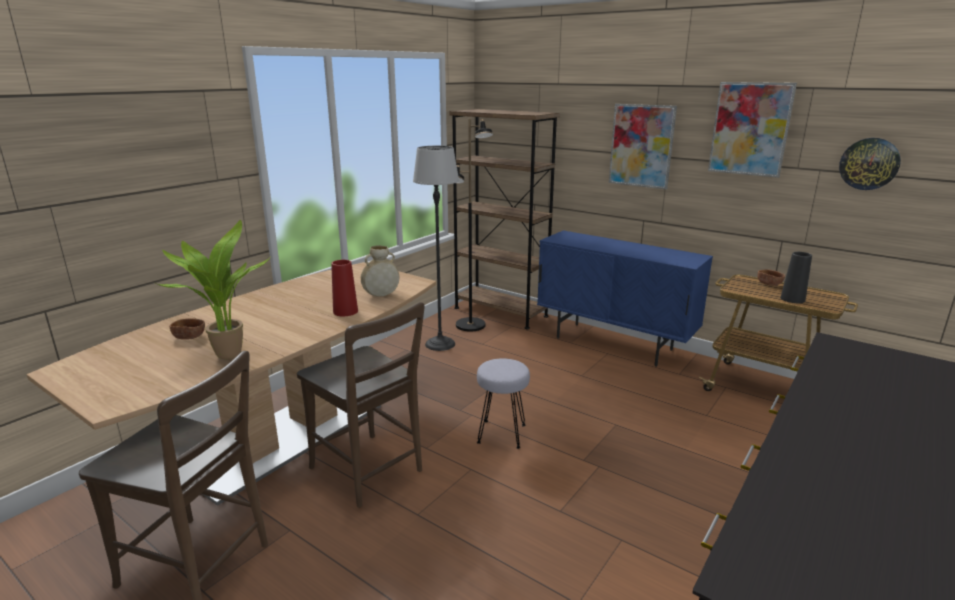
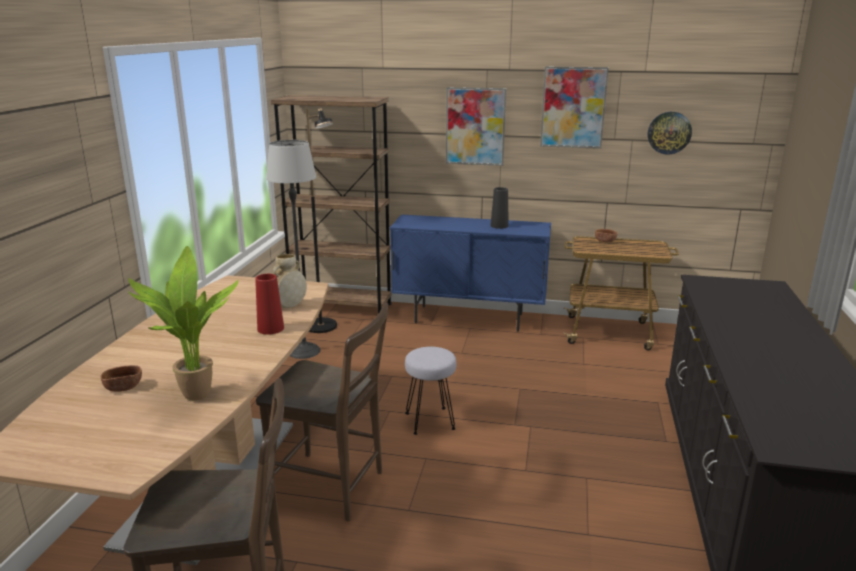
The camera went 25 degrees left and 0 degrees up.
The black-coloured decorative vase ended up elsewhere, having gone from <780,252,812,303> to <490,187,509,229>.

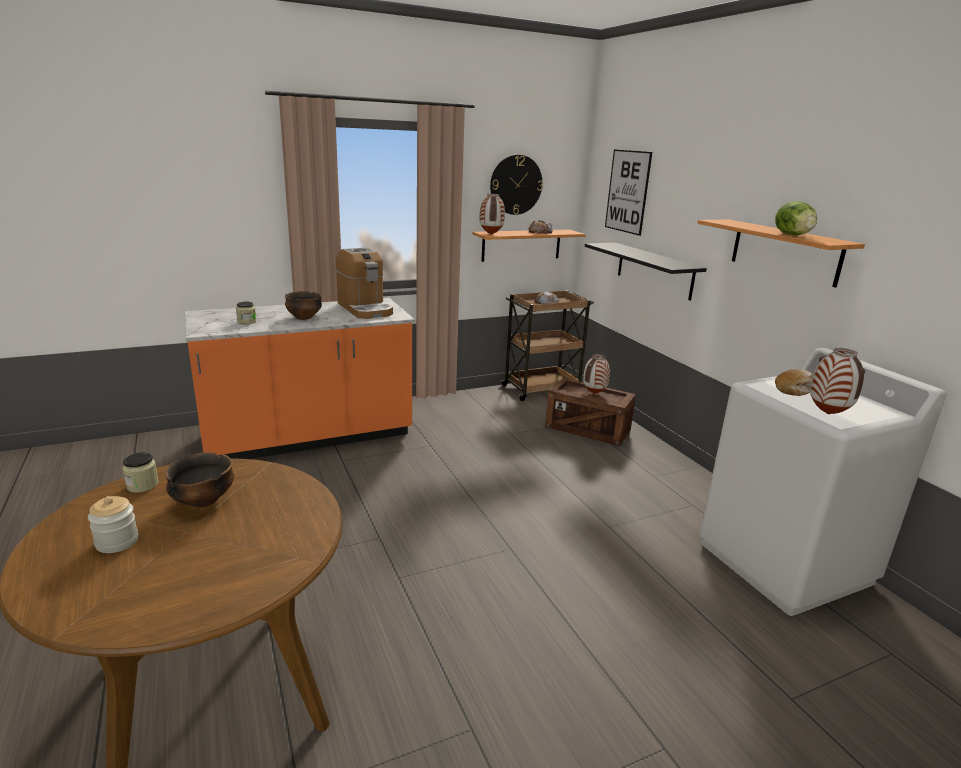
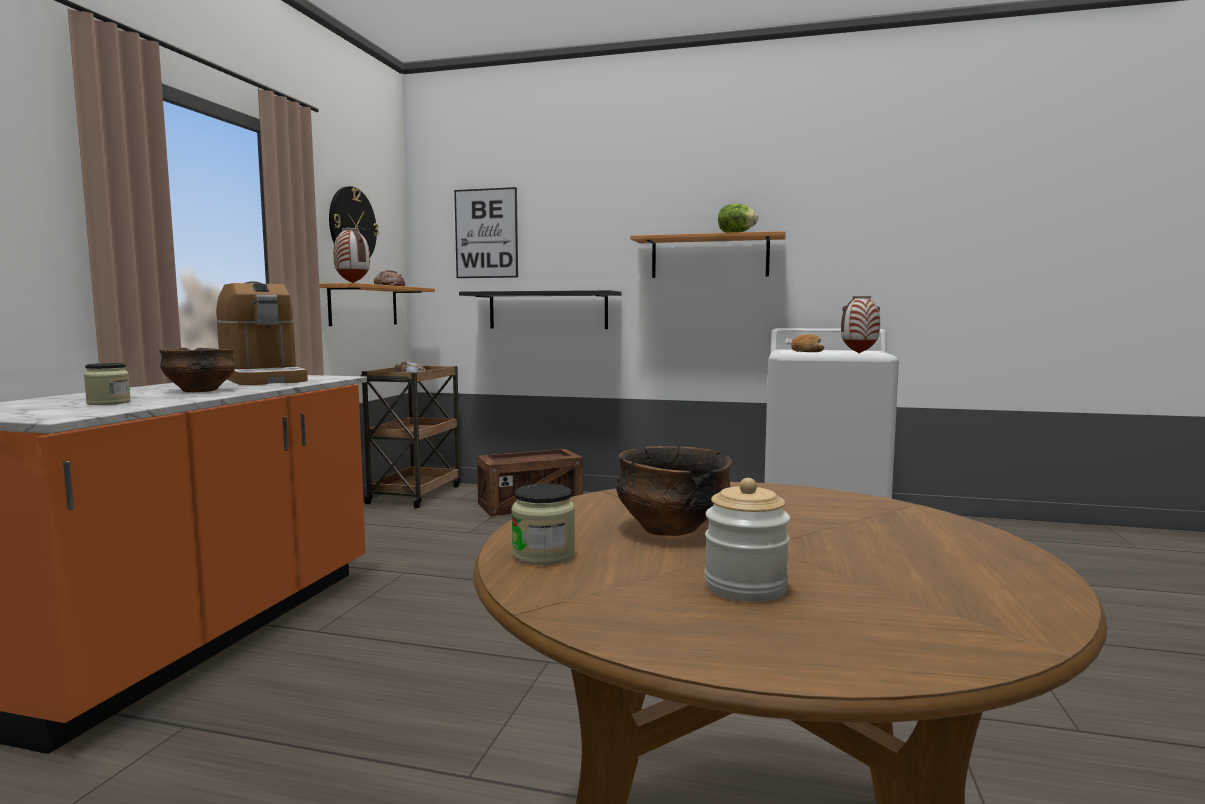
The camera went 50 degrees left and 15 degrees down.
The coffee brewer at <336,248,393,319> ended up facing another way, 45 degrees clockwise from before.
The second view lost the decorative vase at <583,354,610,394>.

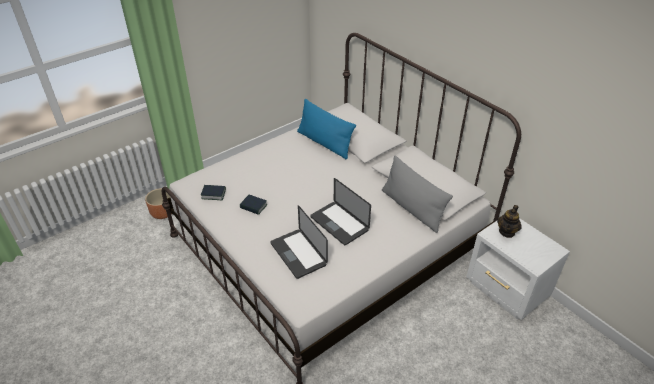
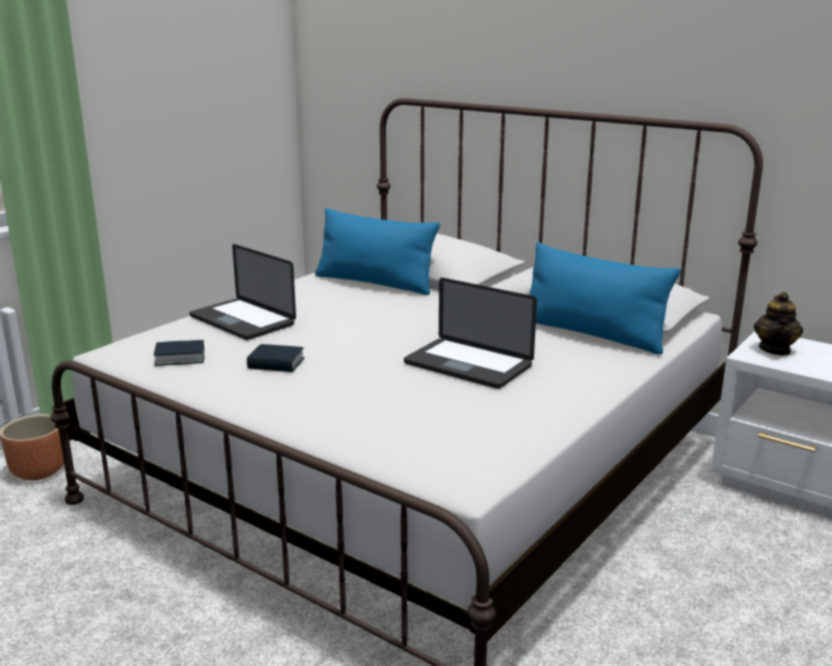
The camera went 15 degrees left and 20 degrees down.
The notebook computer ended up elsewhere, having gone from <270,205,328,279> to <189,244,296,340>.
What was the grey throw pillow at <382,156,453,233> turned into the blue-coloured throw pillow at <530,243,681,355>.

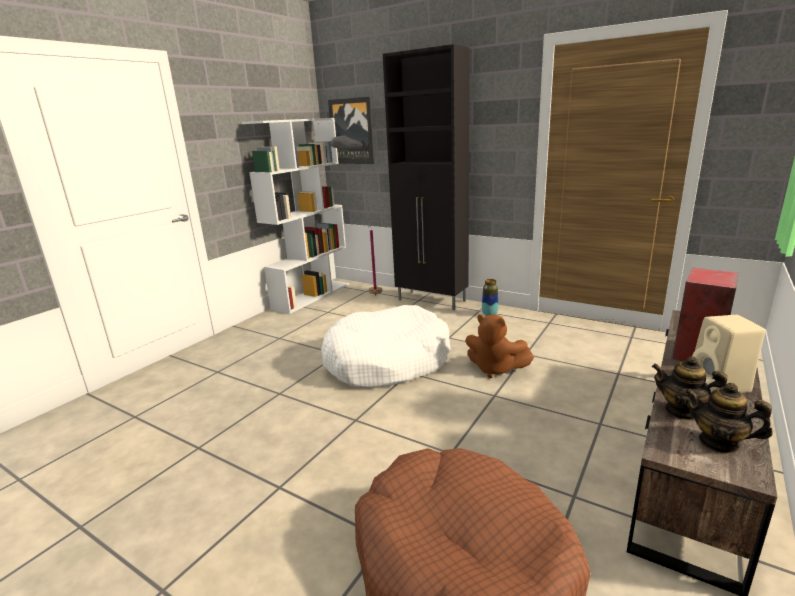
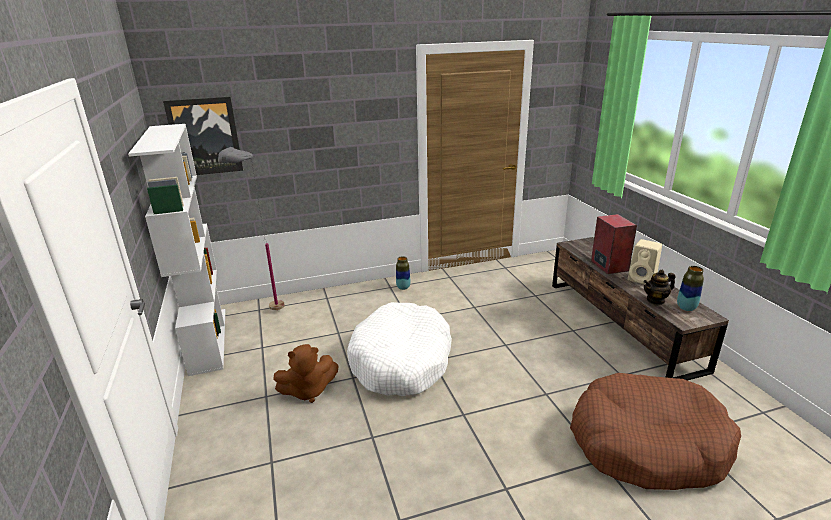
The camera went 50 degrees left and 5 degrees up.
The second view lost the black-coloured cabinet at <383,44,470,310>.
The brown cuddly toy ended up elsewhere, having gone from <465,314,534,378> to <273,344,339,403>.
Where the pot for tea stood at <685,383,773,454>, the decorative vase came to stand at <677,266,704,311>.

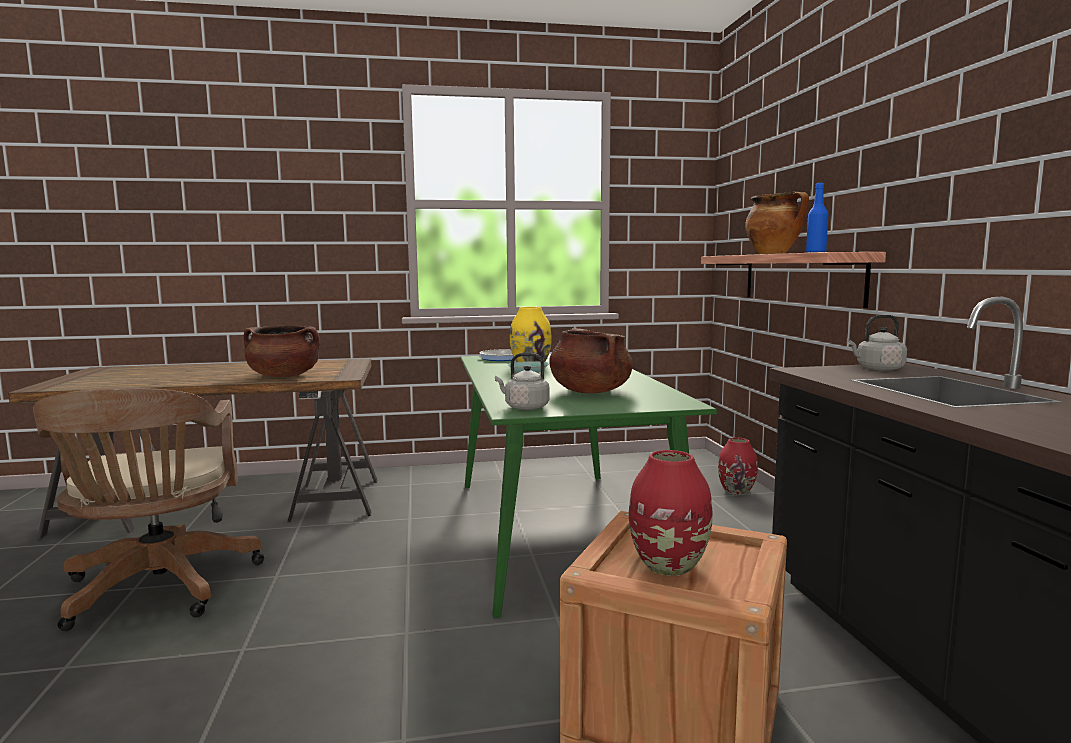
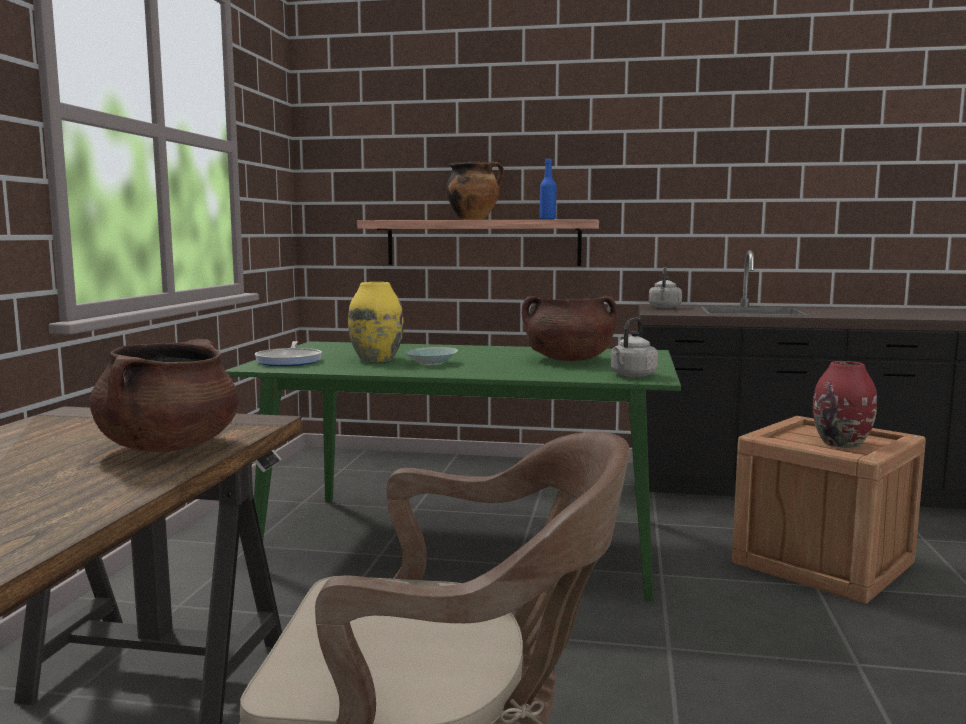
The camera went 70 degrees left and 0 degrees up.
The second view lost the red decorative vase at <718,437,758,495>.

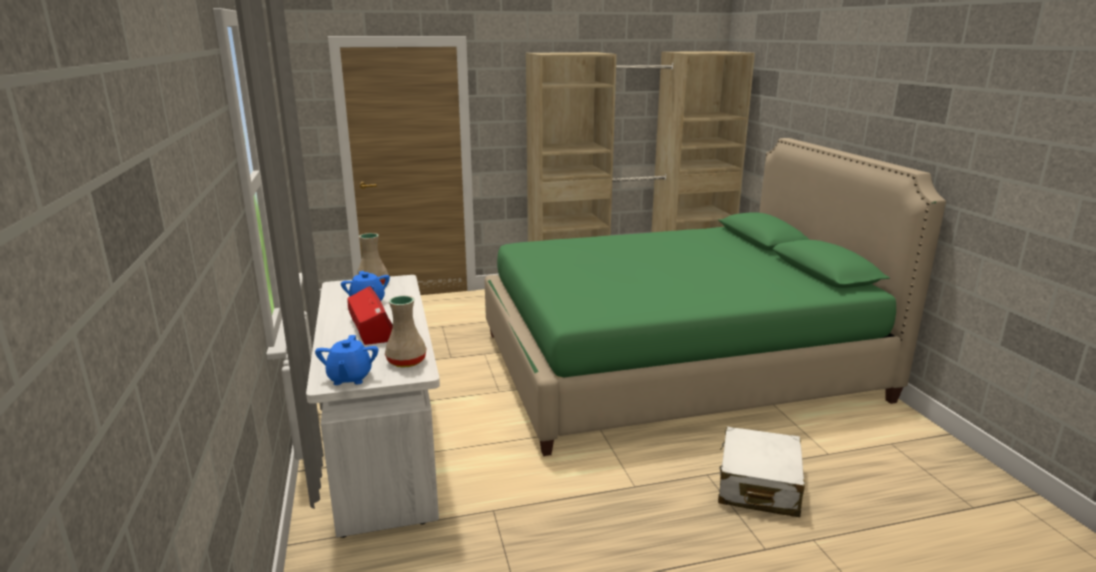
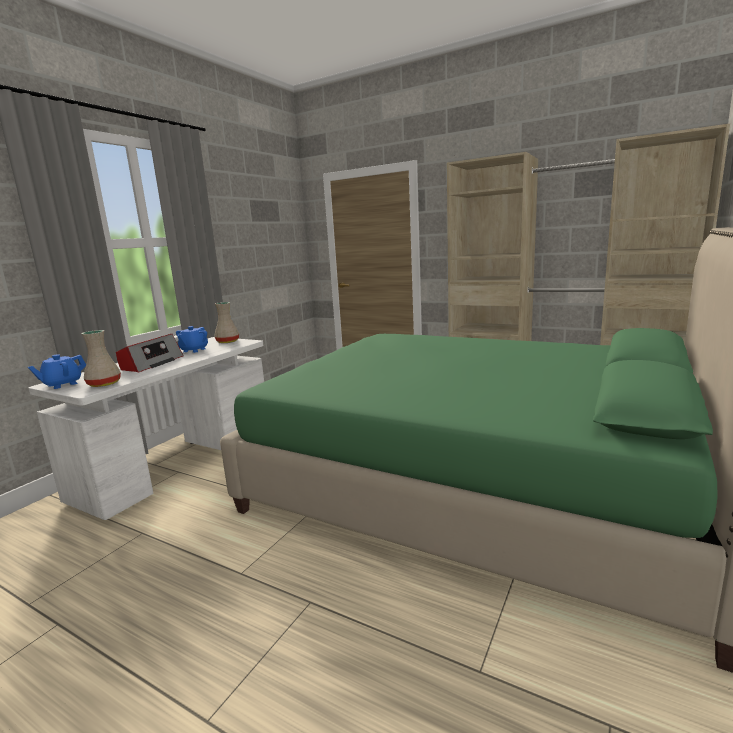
The camera went 45 degrees right and 5 degrees down.
The second view lost the whitish travel case at <718,426,805,517>.

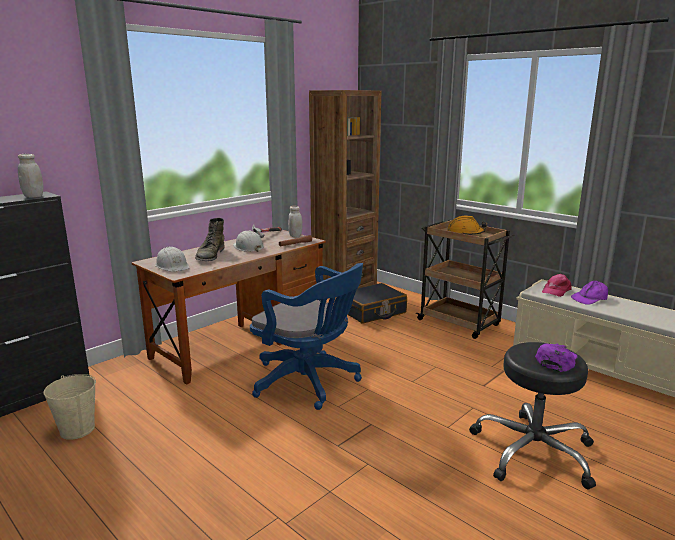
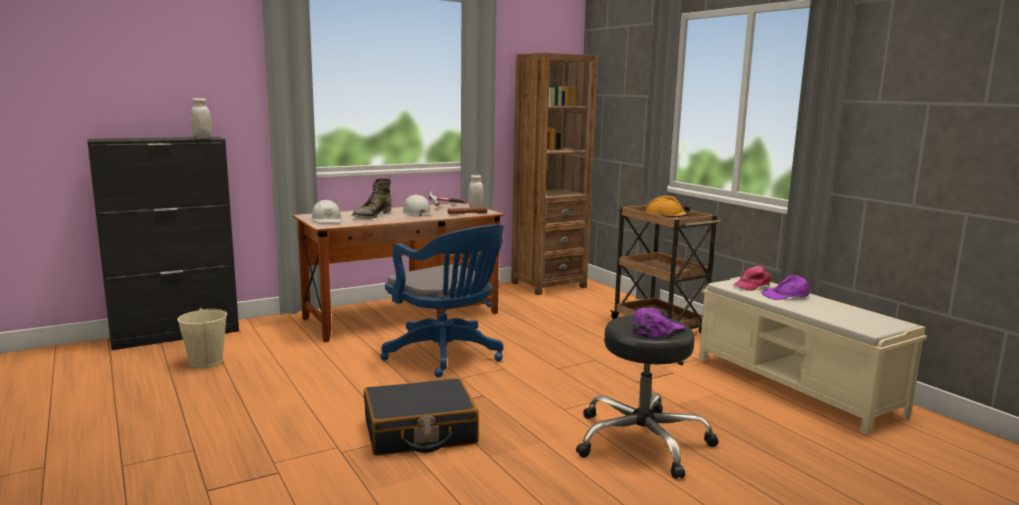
The camera went 15 degrees right and 5 degrees down.
The black-coloured travel case ended up elsewhere, having gone from <348,283,407,324> to <364,378,479,456>.

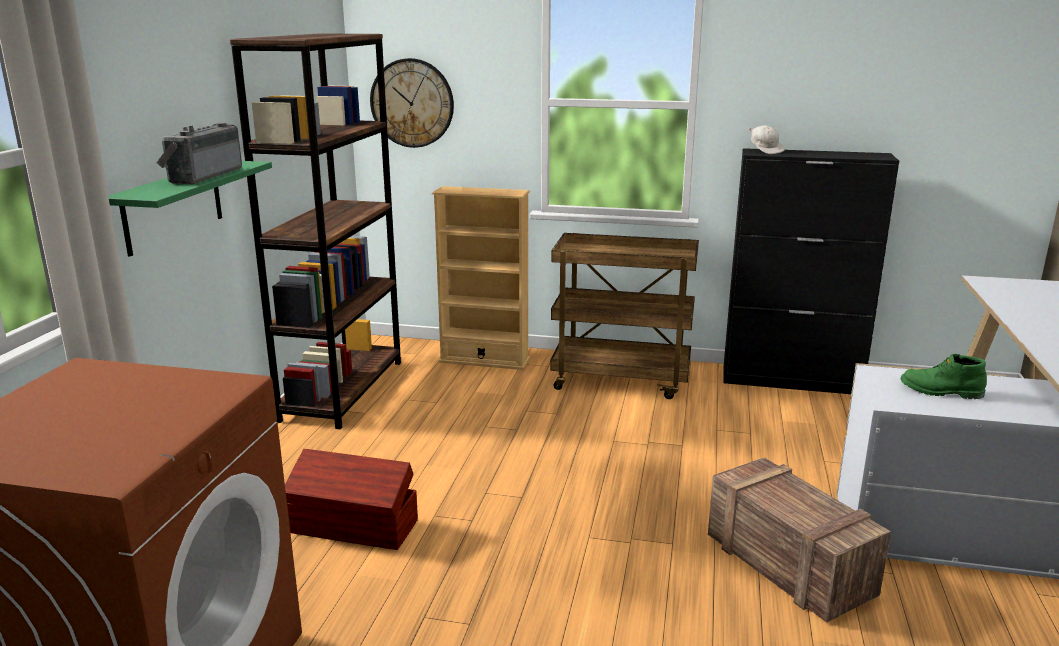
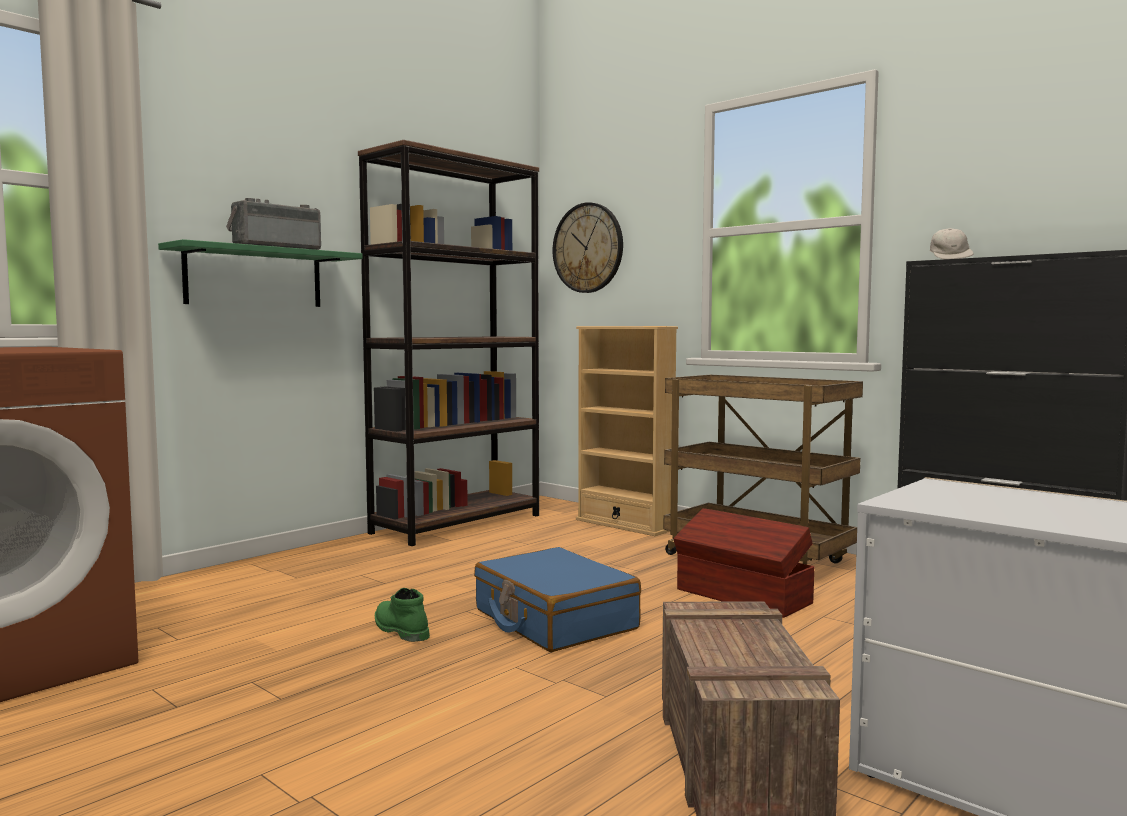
The camera went 30 degrees right and 15 degrees down.
The brown storage container ended up elsewhere, having gone from <285,449,418,550> to <673,508,815,618>.
The green boot ended up elsewhere, having gone from <901,354,987,399> to <375,588,430,642>.
The second view gained the blue-coloured travel case at <474,547,641,652>.

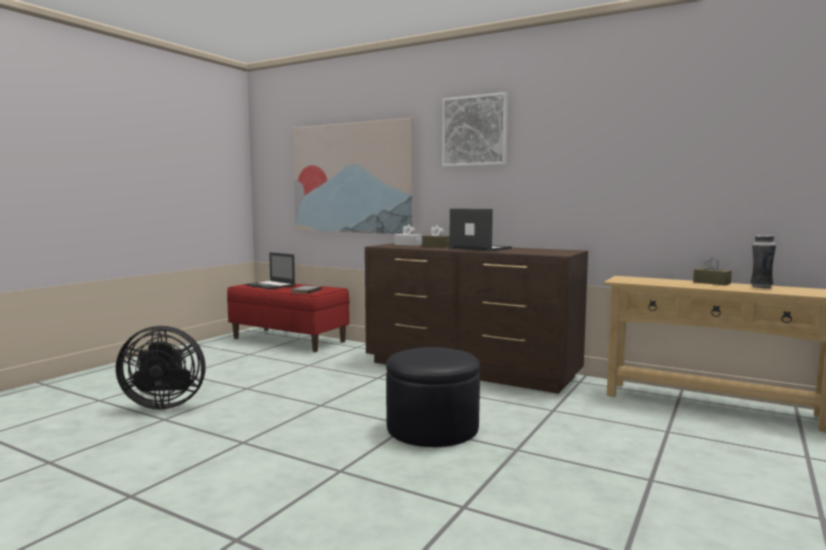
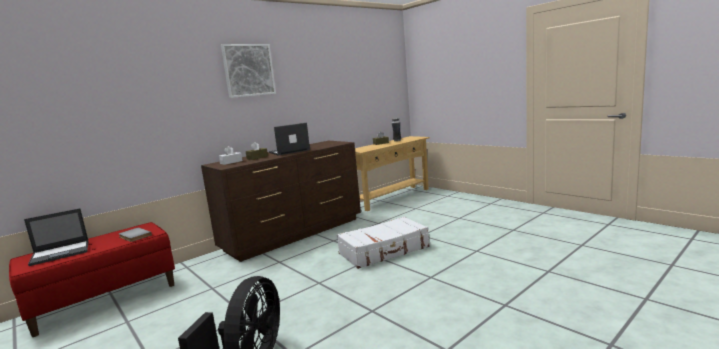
The camera went 70 degrees left and 5 degrees up.
The second view lost the wall picture at <293,118,414,234>.
Where the black-coloured pouffe stood at <386,347,480,447>, the whitish travel case came to stand at <337,216,429,269>.

